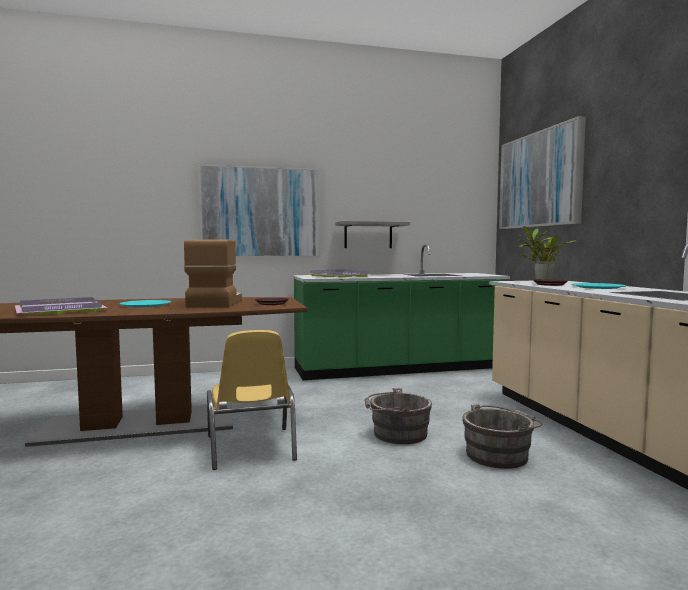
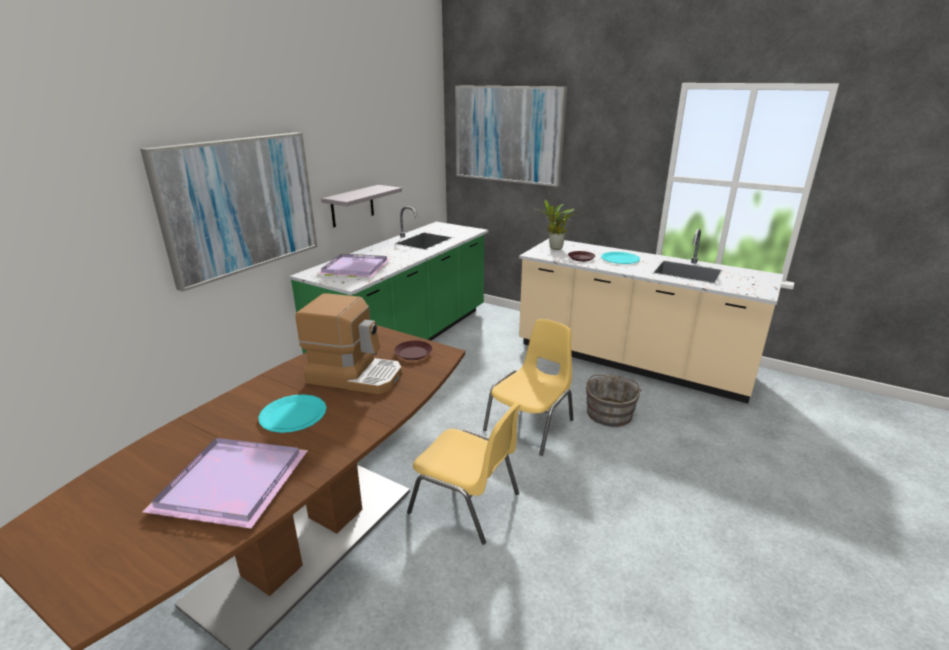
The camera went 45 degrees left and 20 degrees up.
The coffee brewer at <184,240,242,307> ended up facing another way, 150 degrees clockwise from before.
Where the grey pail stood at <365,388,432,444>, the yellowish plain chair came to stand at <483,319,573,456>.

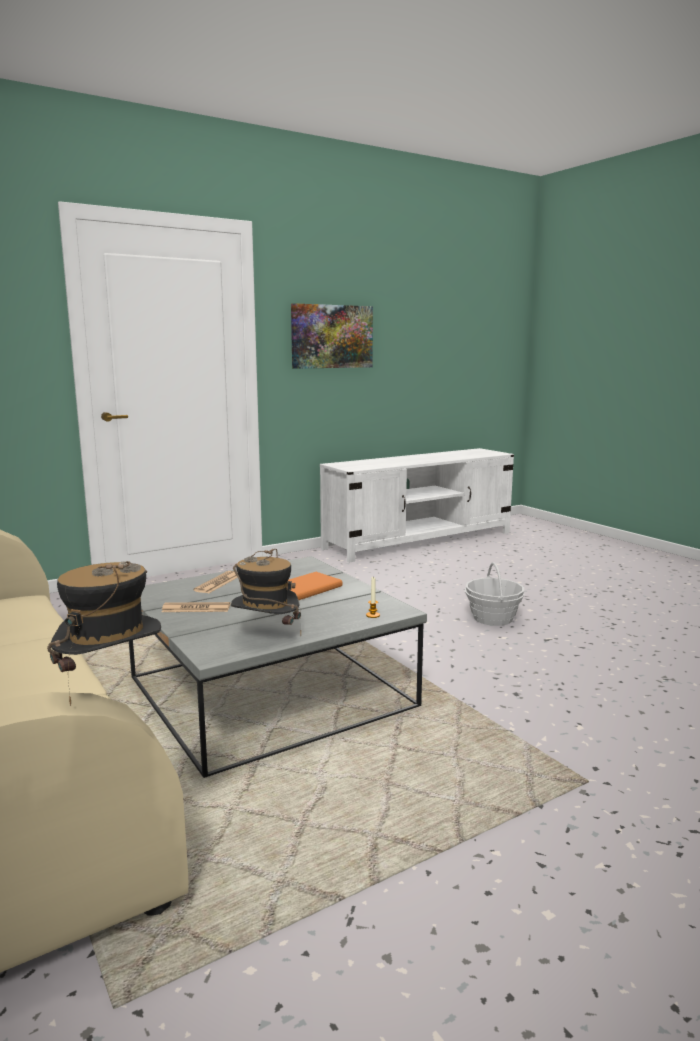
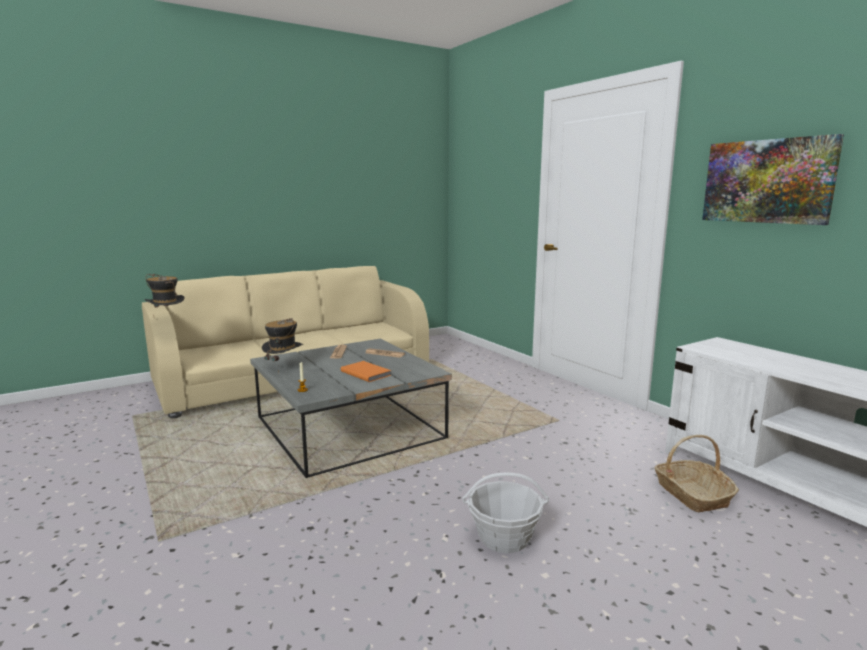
The camera went 90 degrees right and 0 degrees up.
The second view gained the basket at <654,435,739,513>.

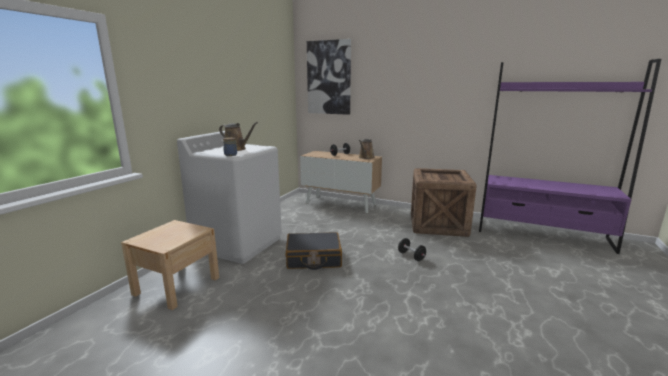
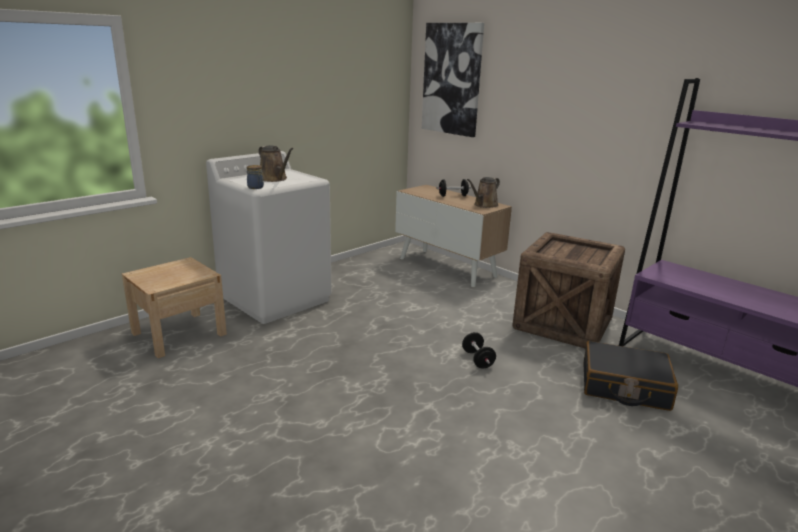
The camera went 20 degrees right and 5 degrees up.
The black-coloured travel case ended up elsewhere, having gone from <286,232,342,270> to <583,341,678,411>.

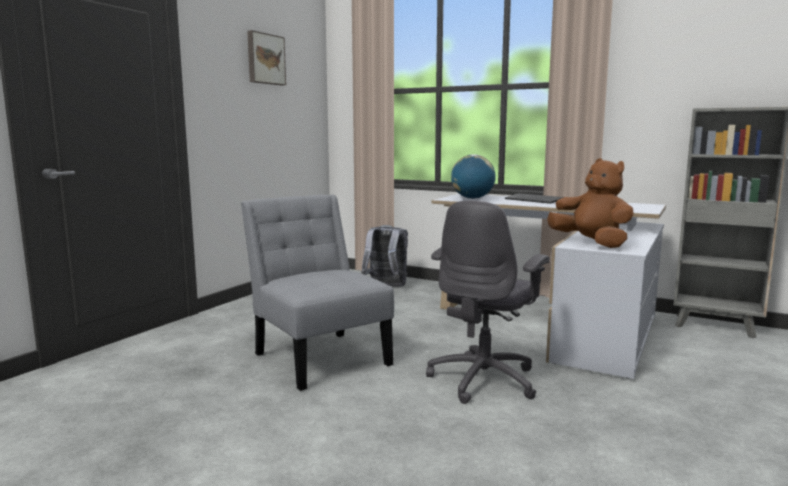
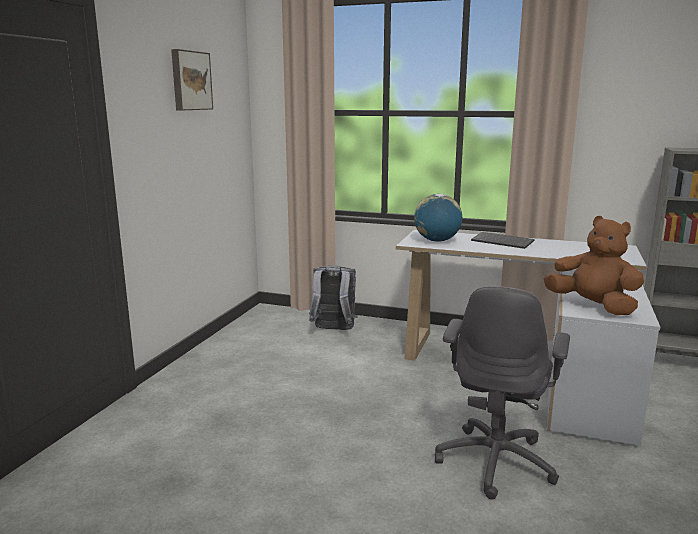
The camera went 10 degrees left and 5 degrees up.
The second view lost the grey plain chair at <241,194,394,391>.

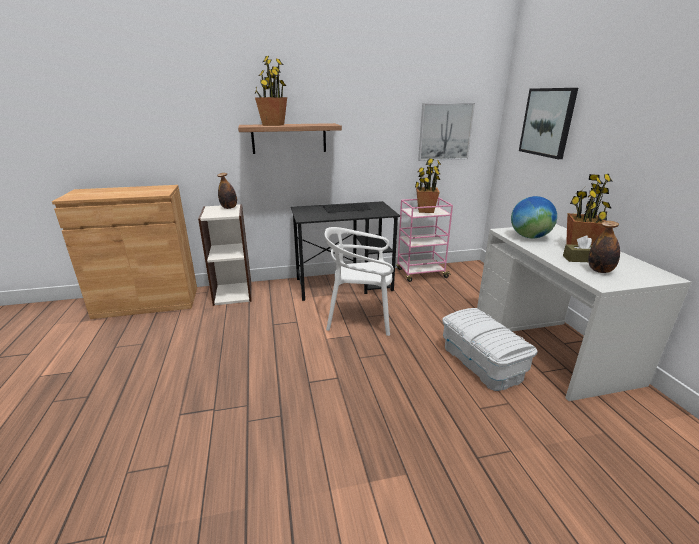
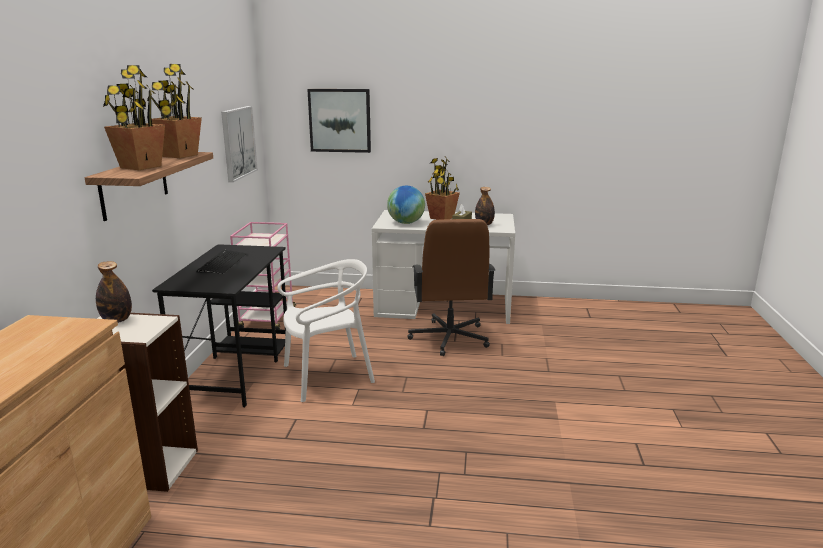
The camera went 70 degrees left and 5 degrees down.
The whitish plain chair at <324,227,394,336> ended up facing another way, 135 degrees counterclockwise from before.
The houseplant ended up elsewhere, having gone from <415,158,441,213> to <147,64,202,158>.
Where the whitish storage container stood at <442,308,538,391>, the brown computer chair came to stand at <408,219,495,356>.

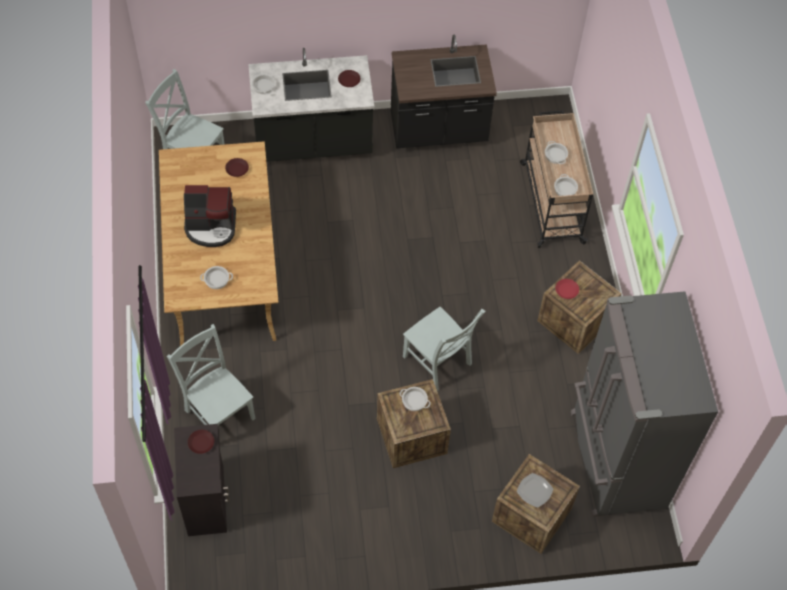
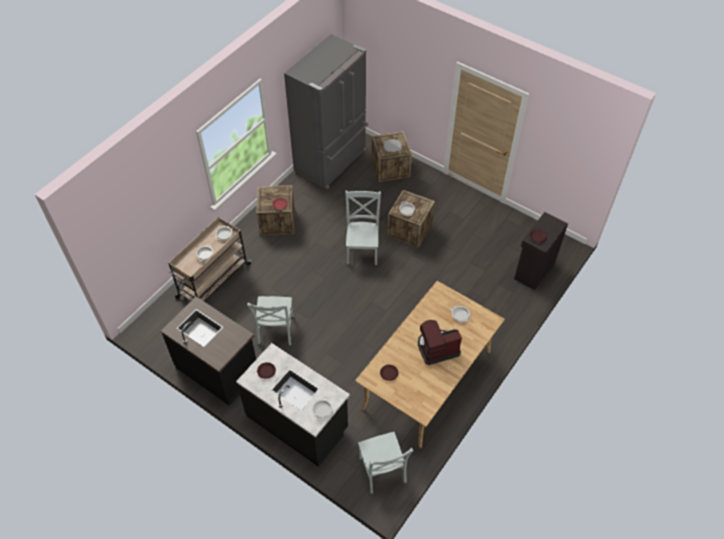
The camera went 135 degrees left and 5 degrees down.
The grey plain chair ended up elsewhere, having gone from <167,324,256,425> to <247,296,294,345>.
The coffee brewer at <184,185,236,247> ended up facing another way, 60 degrees counterclockwise from before.

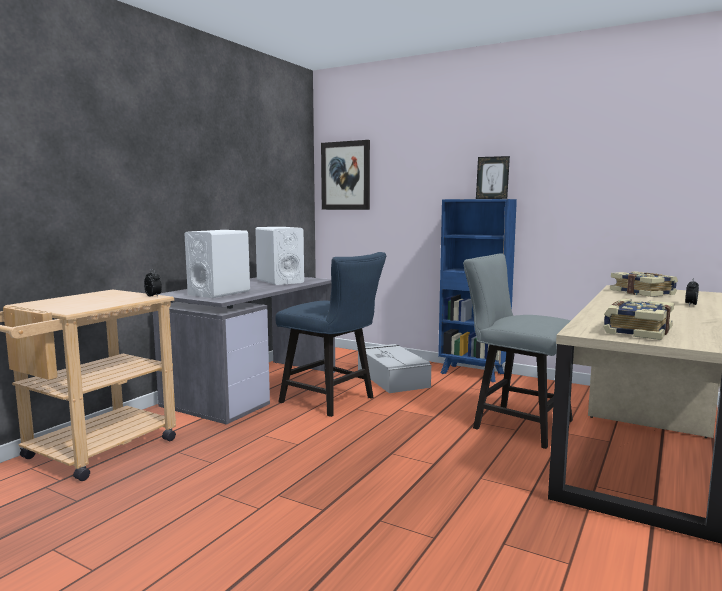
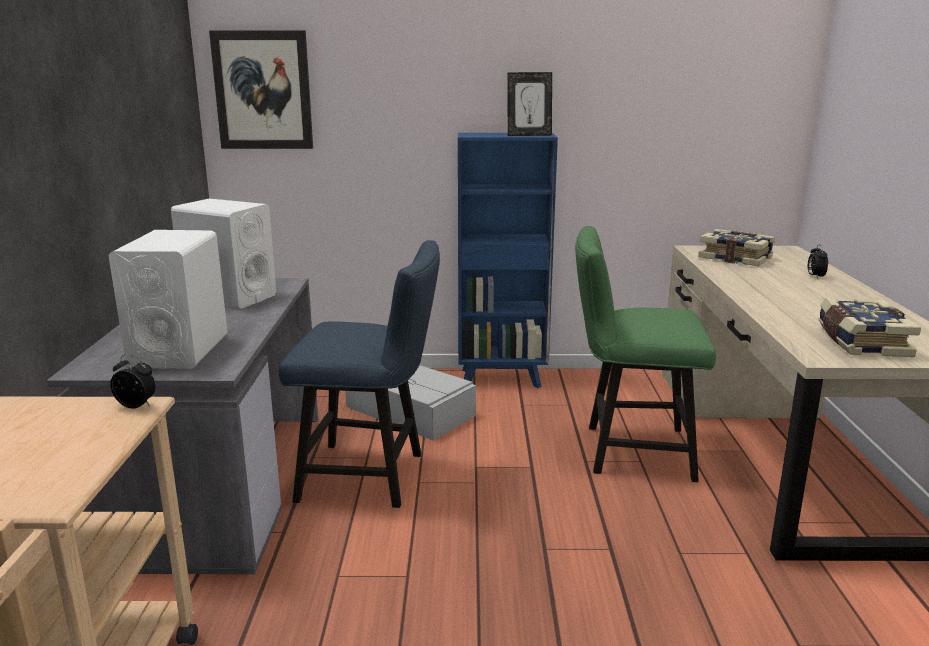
The camera went 30 degrees left and 10 degrees up.
What was the grey plain chair at <463,253,573,449> turned into the green plain chair at <575,226,716,482>.

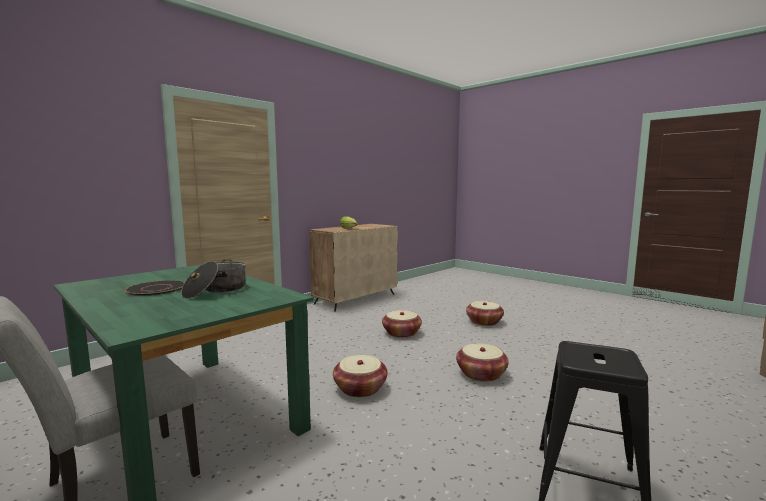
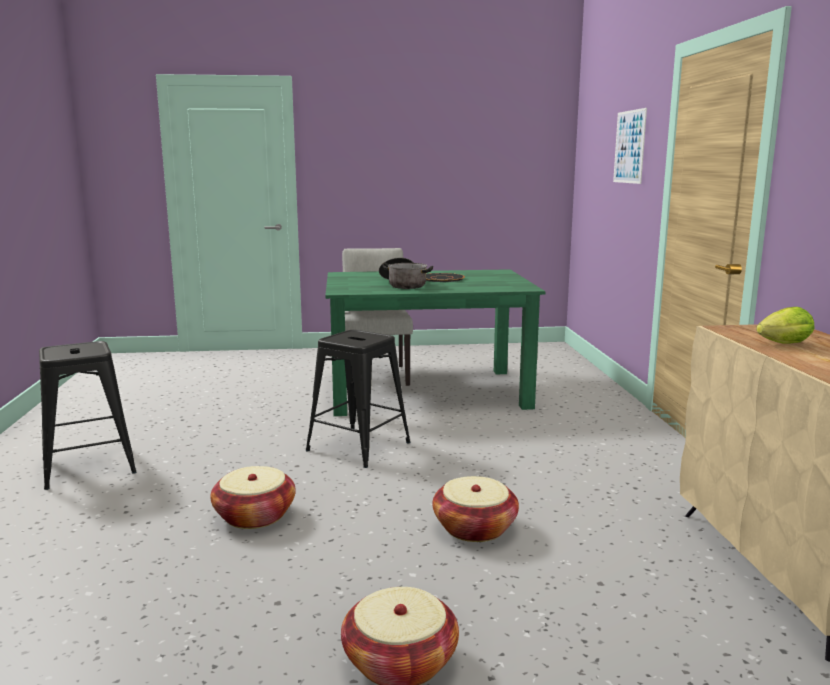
The camera went 130 degrees right and 5 degrees up.
Where the basket stood at <333,355,388,397>, the black-coloured sitting stool came to stand at <306,330,410,468>.
The second view gained the wall picture at <613,108,647,184>.

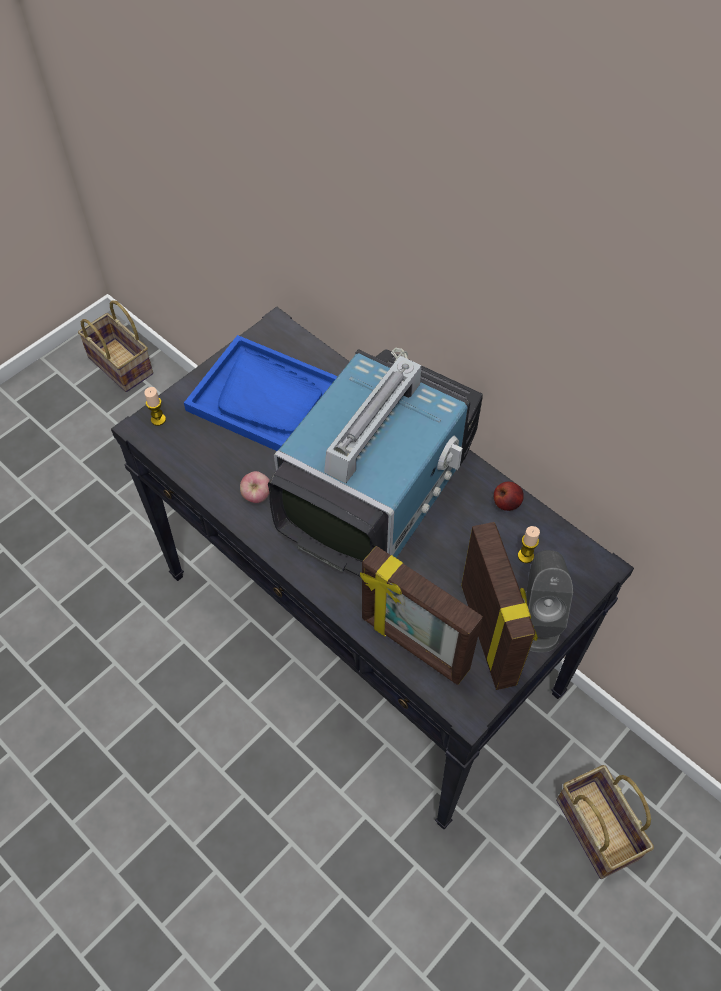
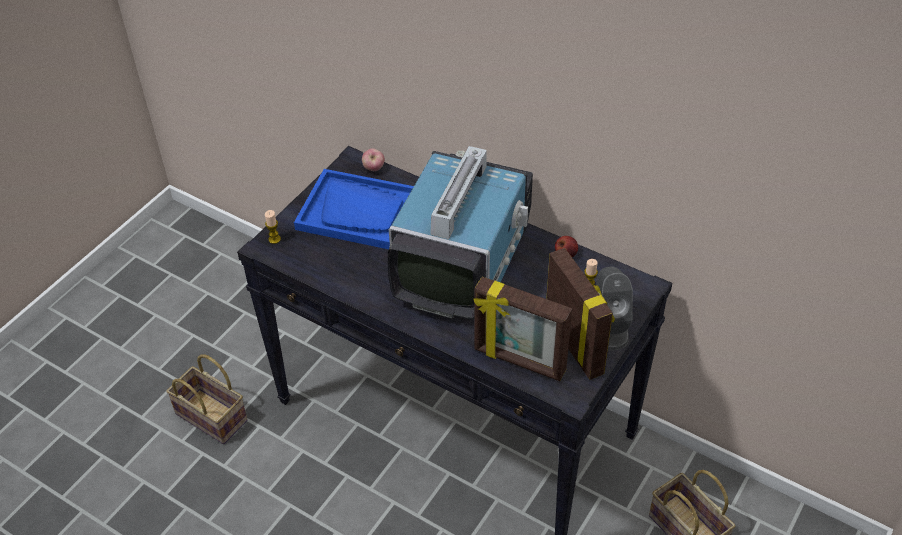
The camera went 10 degrees left and 10 degrees down.
The basket ended up elsewhere, having gone from <78,300,153,392> to <166,354,248,444>.
The whole apple ended up elsewhere, having gone from <240,471,270,503> to <362,148,385,171>.

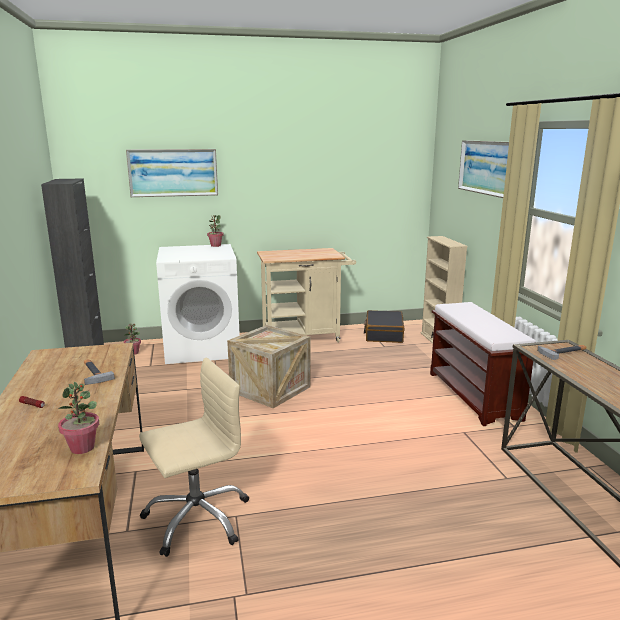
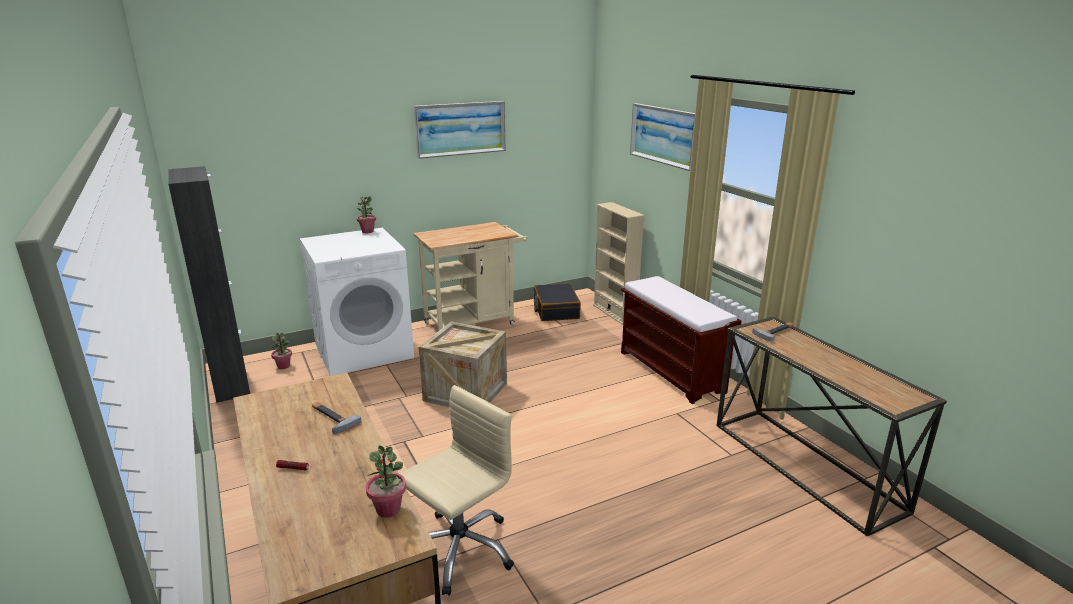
The camera went 15 degrees left and 5 degrees up.
The wall picture ended up elsewhere, having gone from <126,149,218,197> to <414,101,506,159>.

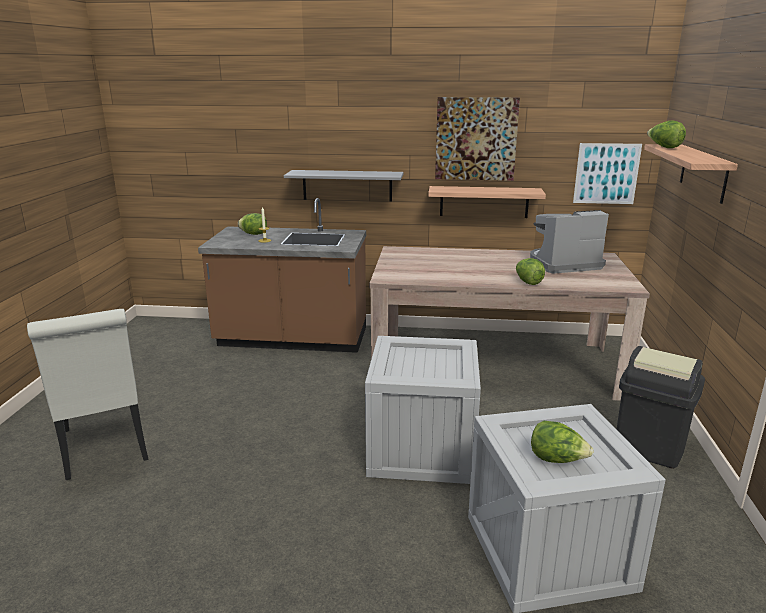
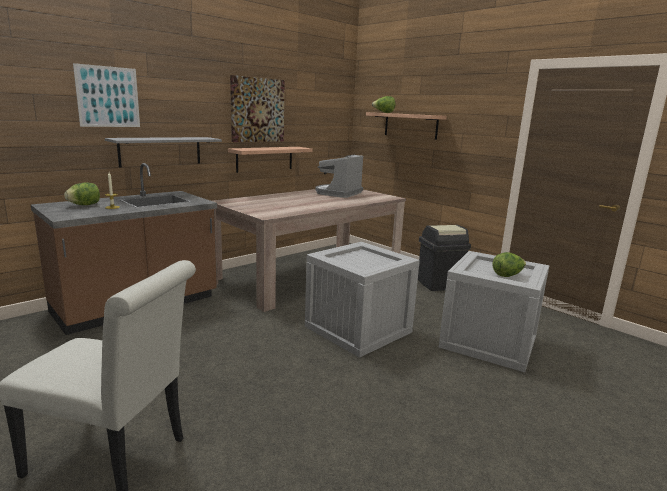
The camera went 50 degrees left and 5 degrees down.
The second view lost the lettuce head at <516,258,545,285>.
The wall picture ended up elsewhere, having gone from <573,143,642,204> to <73,63,140,127>.

